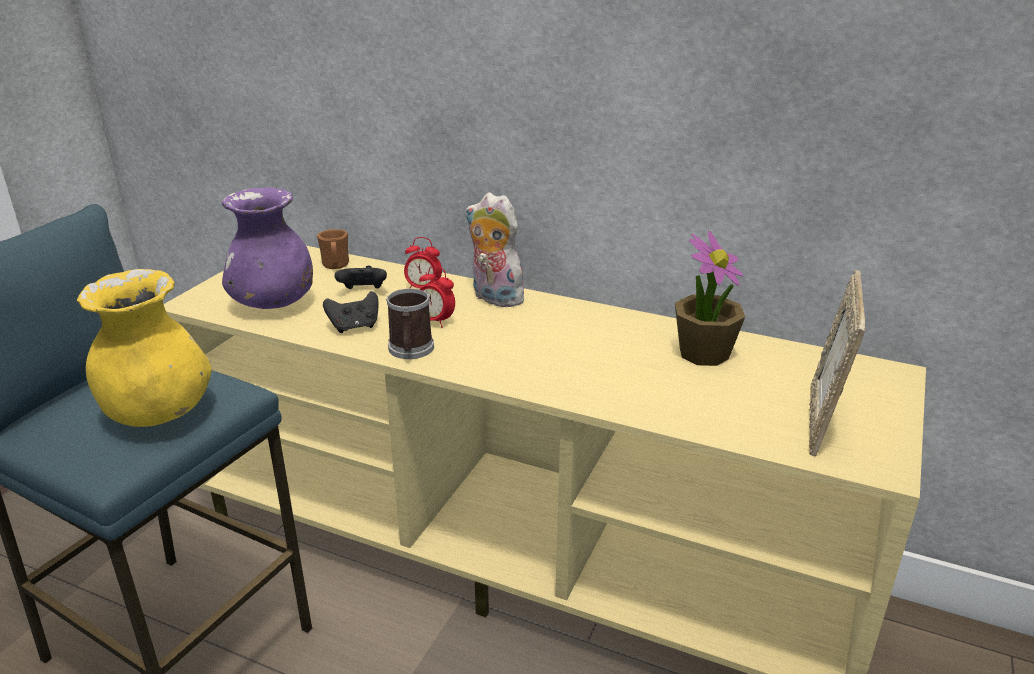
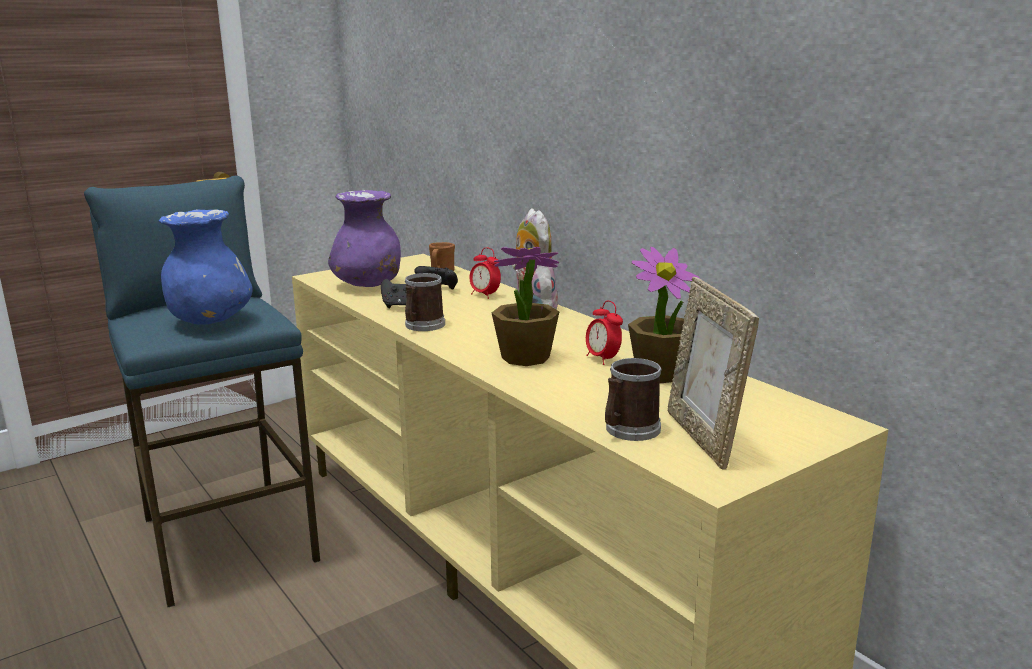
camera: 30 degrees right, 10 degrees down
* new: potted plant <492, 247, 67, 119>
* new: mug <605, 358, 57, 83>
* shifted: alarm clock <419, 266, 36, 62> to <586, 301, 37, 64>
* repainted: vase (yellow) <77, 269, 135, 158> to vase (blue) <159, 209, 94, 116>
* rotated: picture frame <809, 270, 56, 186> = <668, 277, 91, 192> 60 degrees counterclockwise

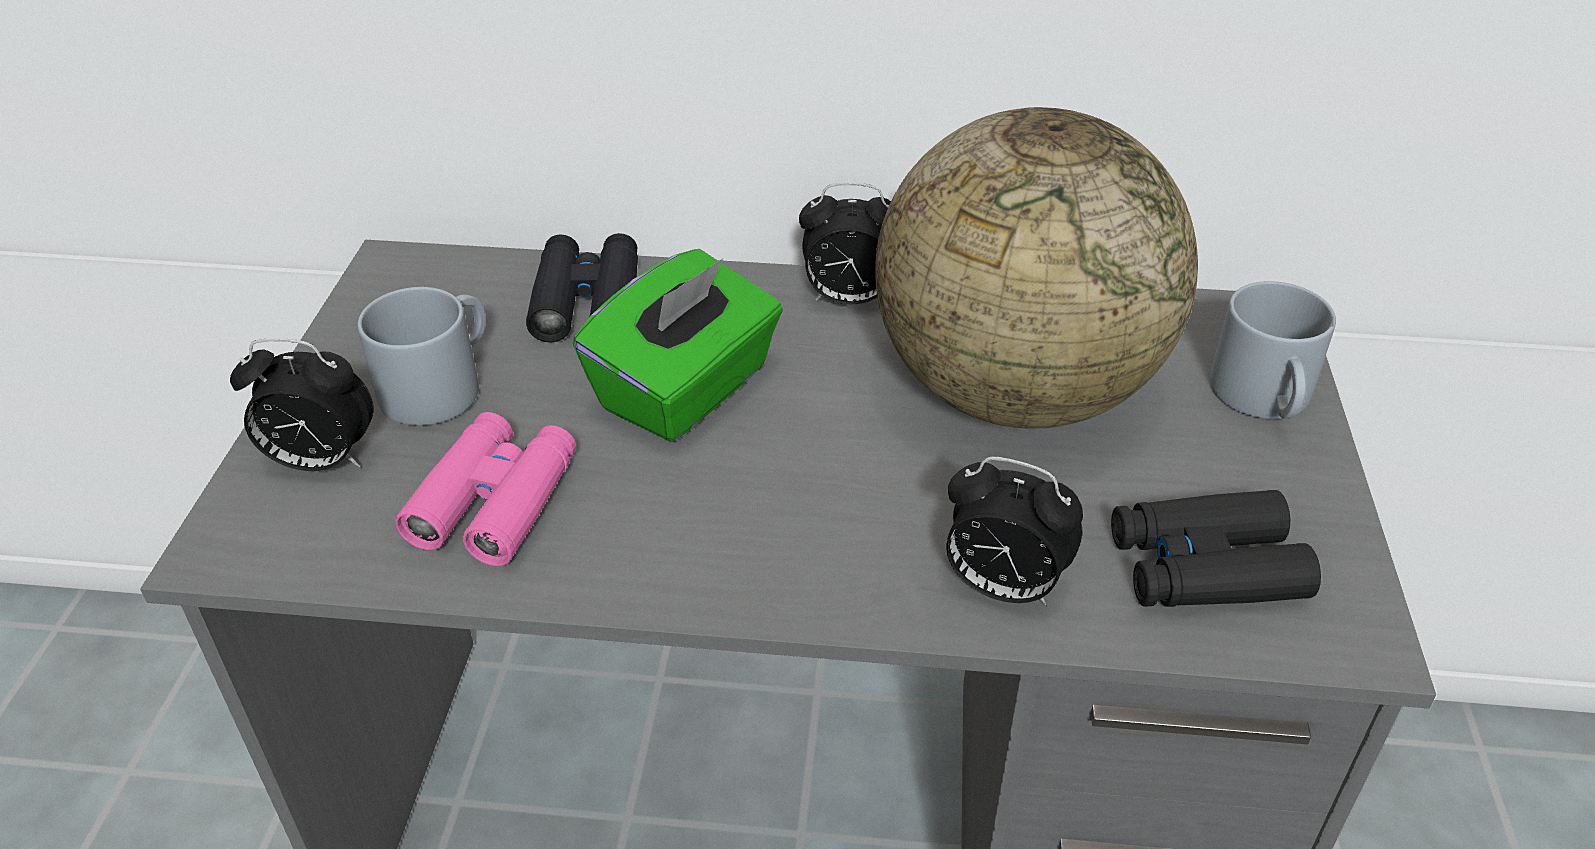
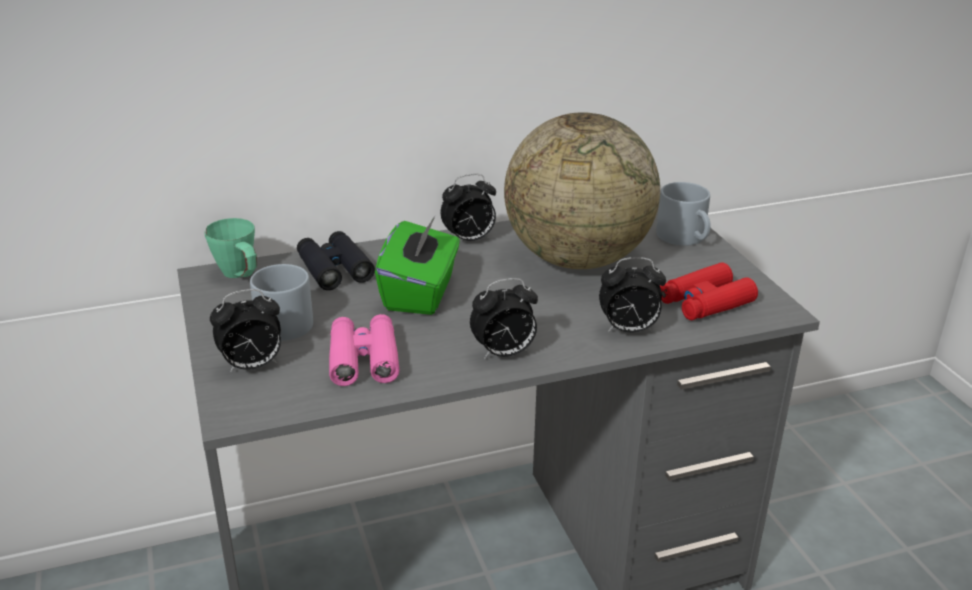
camera: 25 degrees left, 10 degrees down
* new: mug (green) <204, 218, 53, 60>
* new: alarm clock <470, 278, 68, 81>
* repainted: binoculars (black) <1111, 490, 210, 117> to binoculars (red) <660, 262, 98, 58>

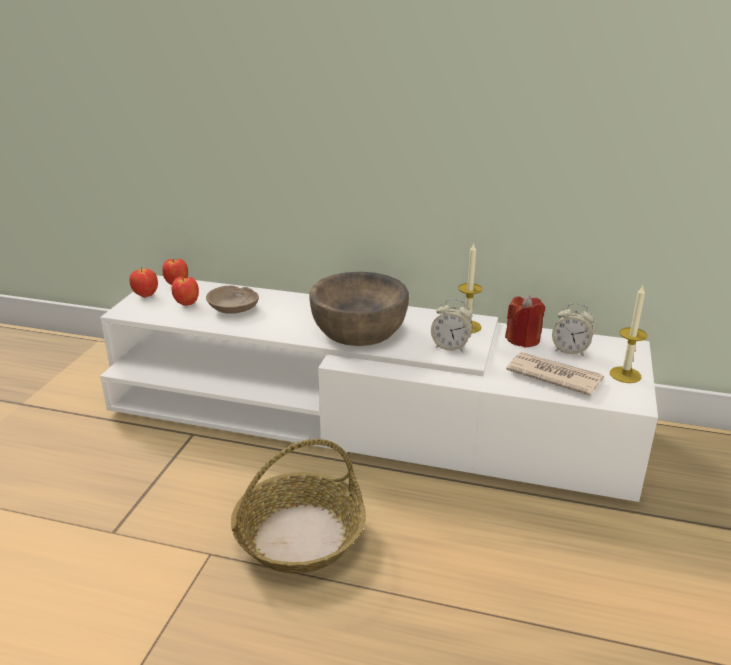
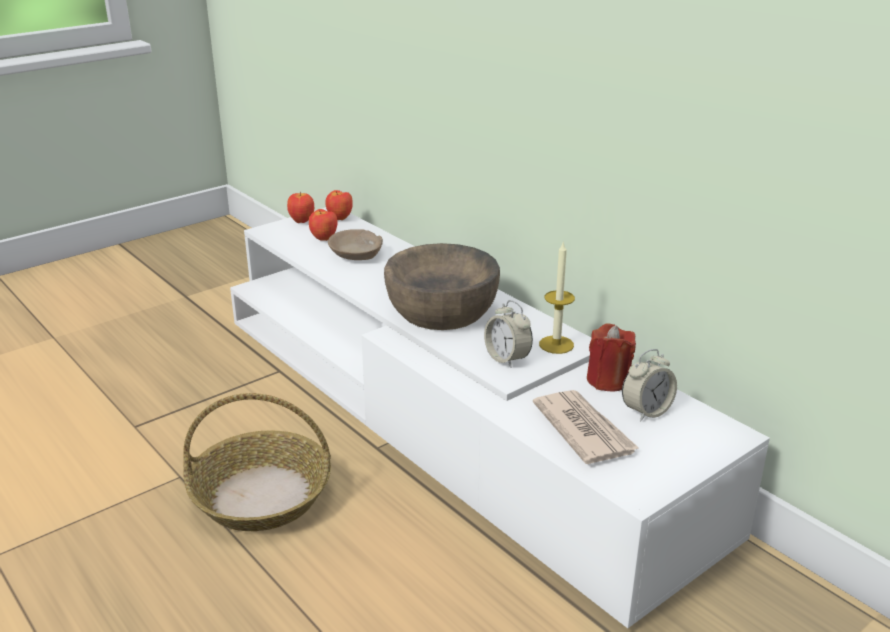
camera: 35 degrees right, 0 degrees up
* gone: candle <610, 286, 37, 97>
* rotated: alarm clock <552, 303, 43, 53> = <622, 349, 55, 72> 90 degrees counterclockwise

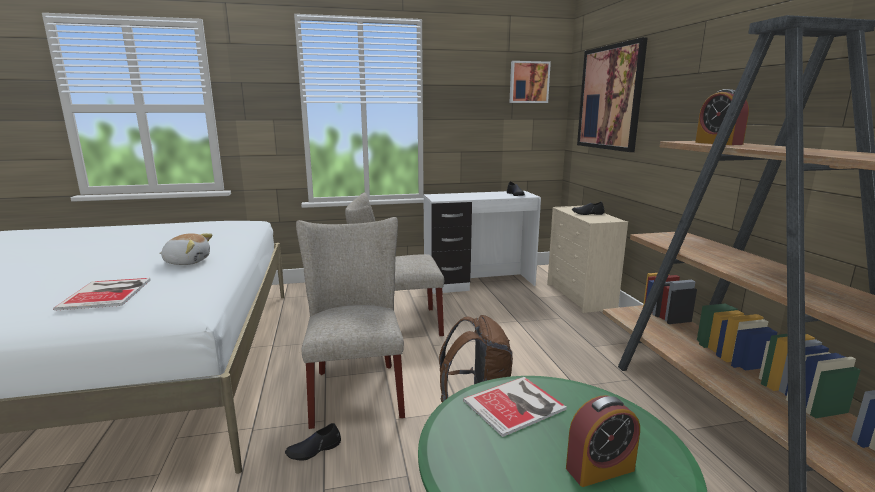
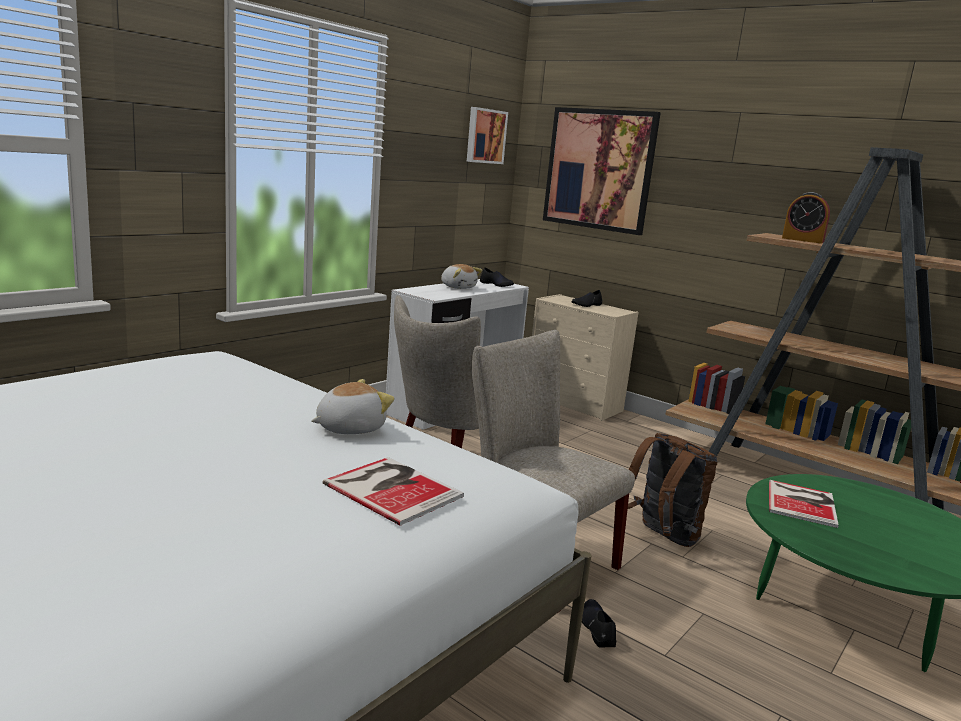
camera: 40 degrees left, 0 degrees up
* gone: alarm clock <566, 395, 74, 92>
* new: plush toy <441, 264, 41, 25>
* rotated: shoe (black) <285, 423, 56, 38> = <582, 599, 34, 49> 150 degrees clockwise

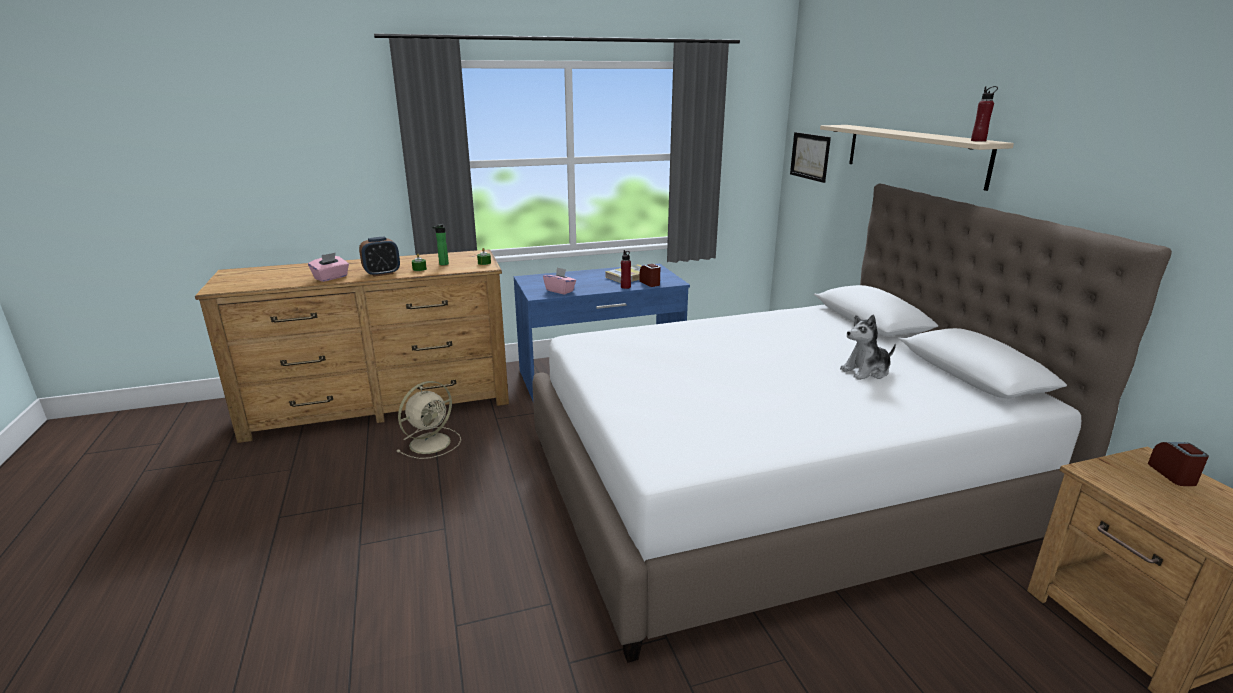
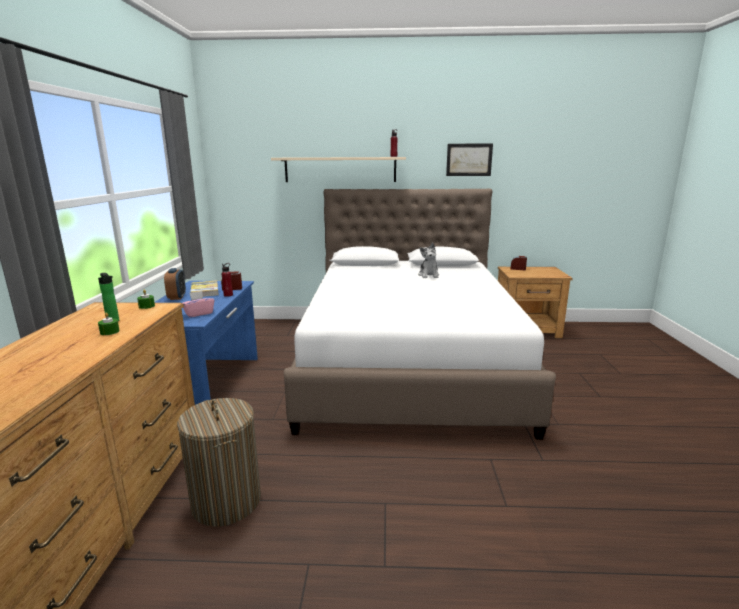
camera: 70 degrees left, 5 degrees down
* gone: tissue box (pink) <308, 252, 41, 30>
* shifted: alarm clock <359, 237, 41, 40> to <164, 268, 22, 32>
* shifted: picture <790, 132, 41, 51> to <446, 143, 47, 33>
* swapped: fan (beige) <396, 381, 65, 78> to laundry basket <177, 398, 84, 129>

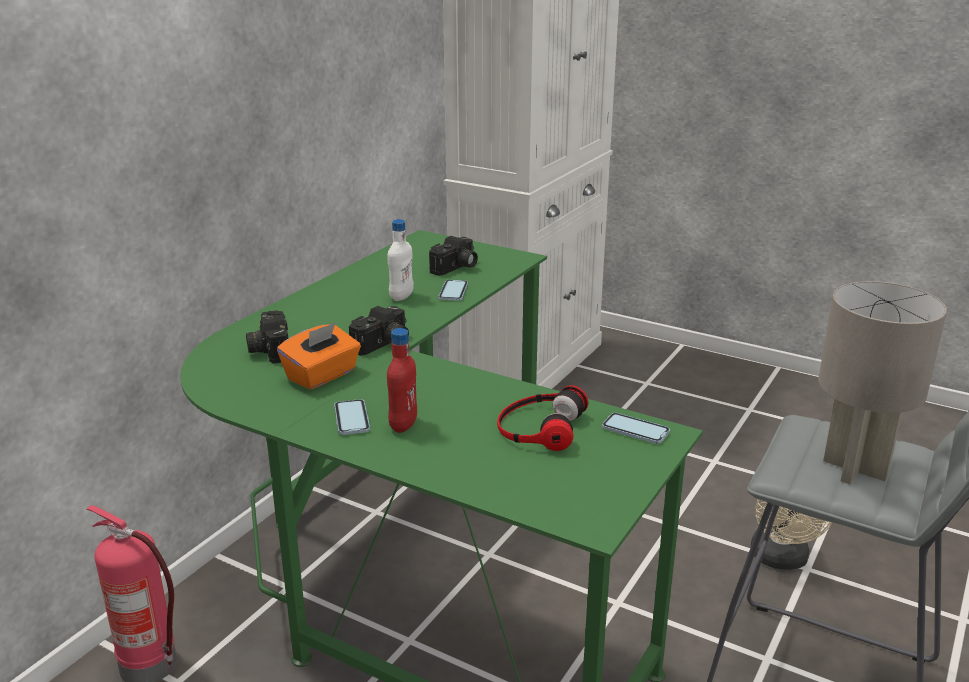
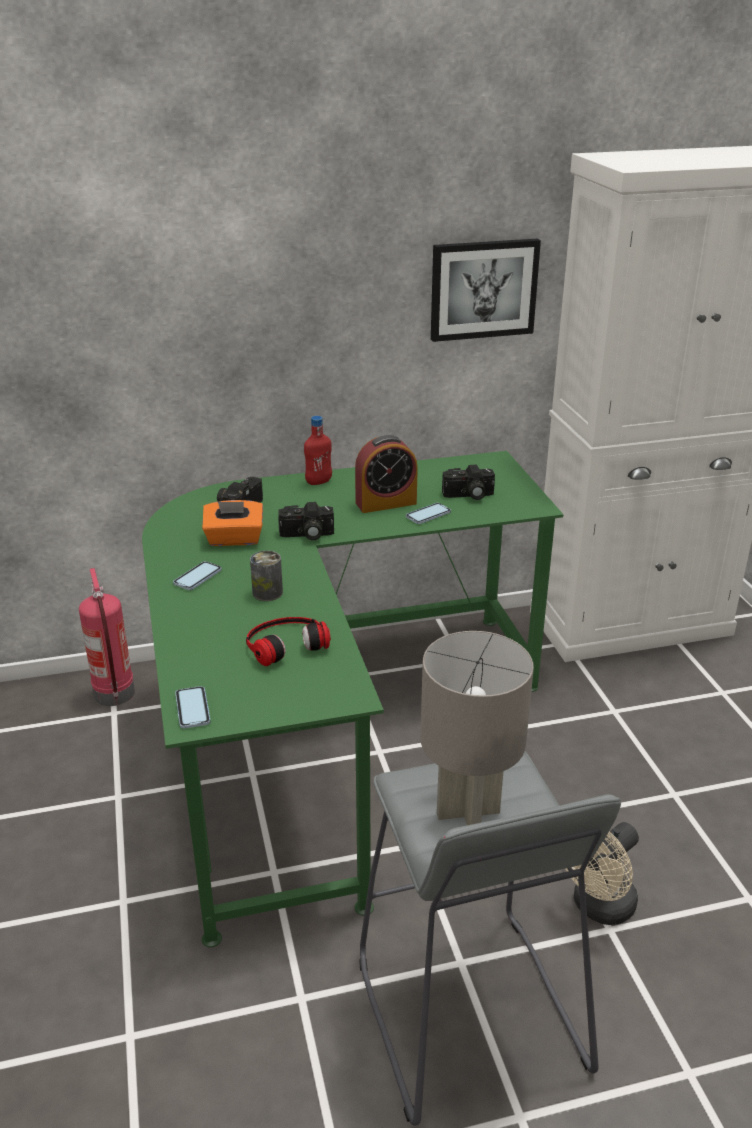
camera: 45 degrees right, 5 degrees up
* new: can <250, 551, 33, 50>
* new: picture <431, 239, 110, 103>
* shifted: bottle (red) <387, 328, 30, 105> to <304, 416, 28, 69>
* shifted: phone <602, 413, 68, 31> to <175, 686, 36, 43>
* swapped: bottle (white) <387, 219, 27, 82> to alarm clock <355, 435, 63, 78>

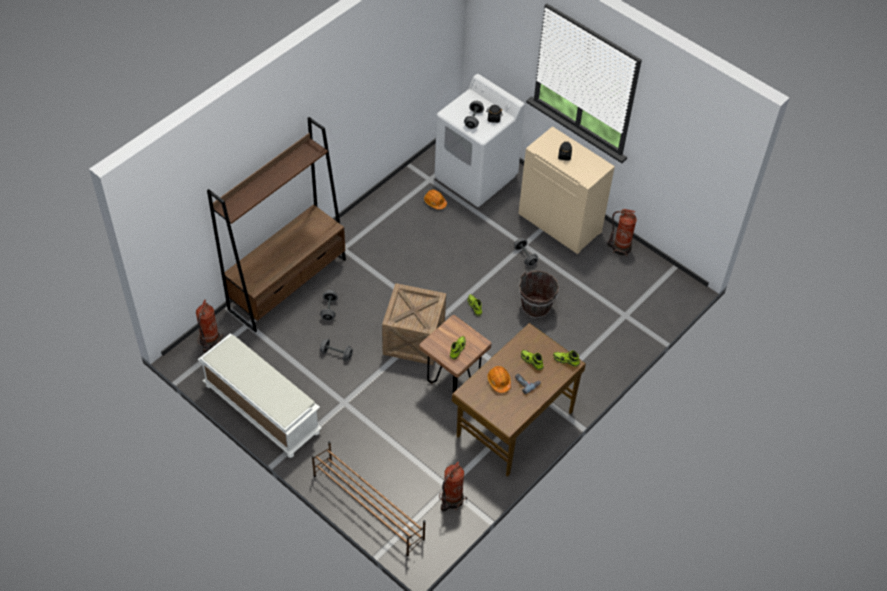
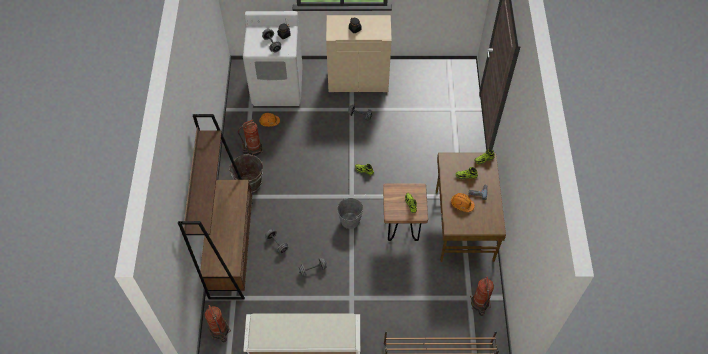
camera: 40 degrees left, 5 degrees up
* shifted: bucket (brown) <519, 270, 40, 49> to <229, 154, 34, 39>
* shifted: fire extinguisher <607, 209, 30, 48> to <238, 119, 25, 37>
* swapped: crate <382, 283, 64, 82> to bucket (grey) <337, 198, 26, 31>

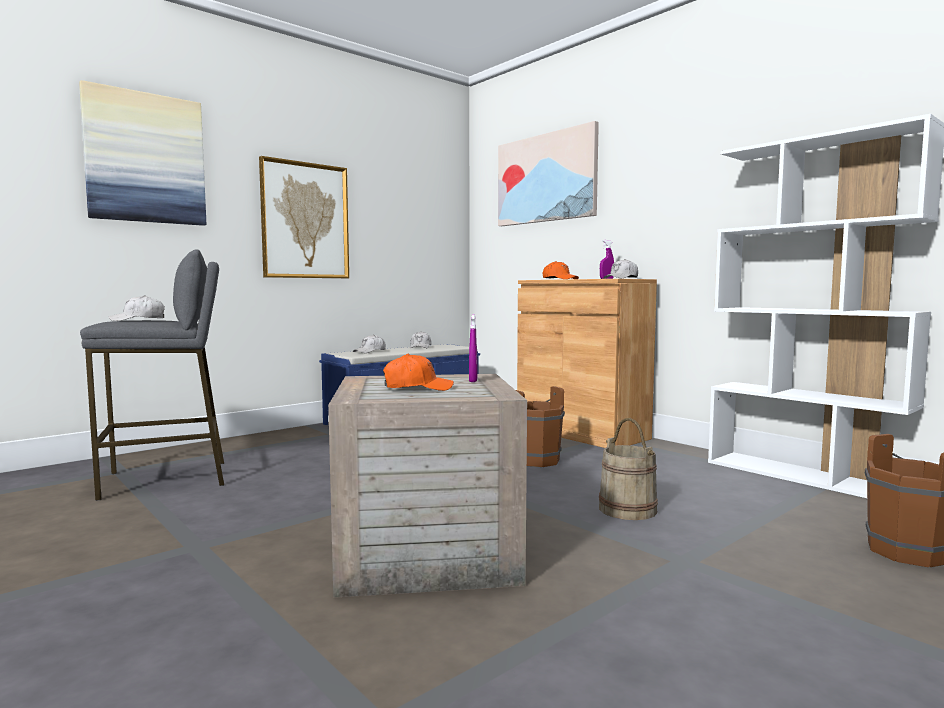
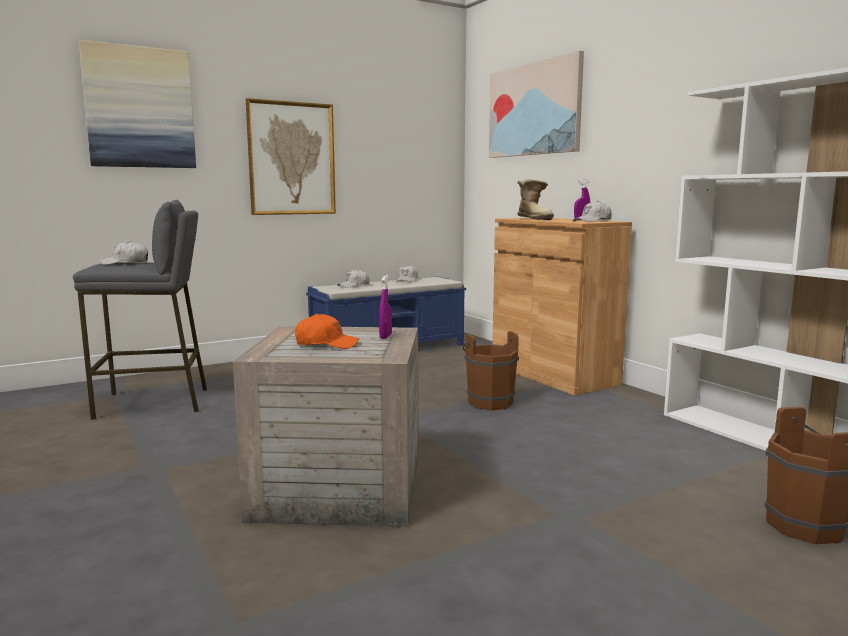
camera: 10 degrees right, 5 degrees up
* gone: bucket (beige) <599, 418, 59, 102>
* swapped: cap (orange) <543, 261, 36, 18> to boot <517, 179, 37, 41>

